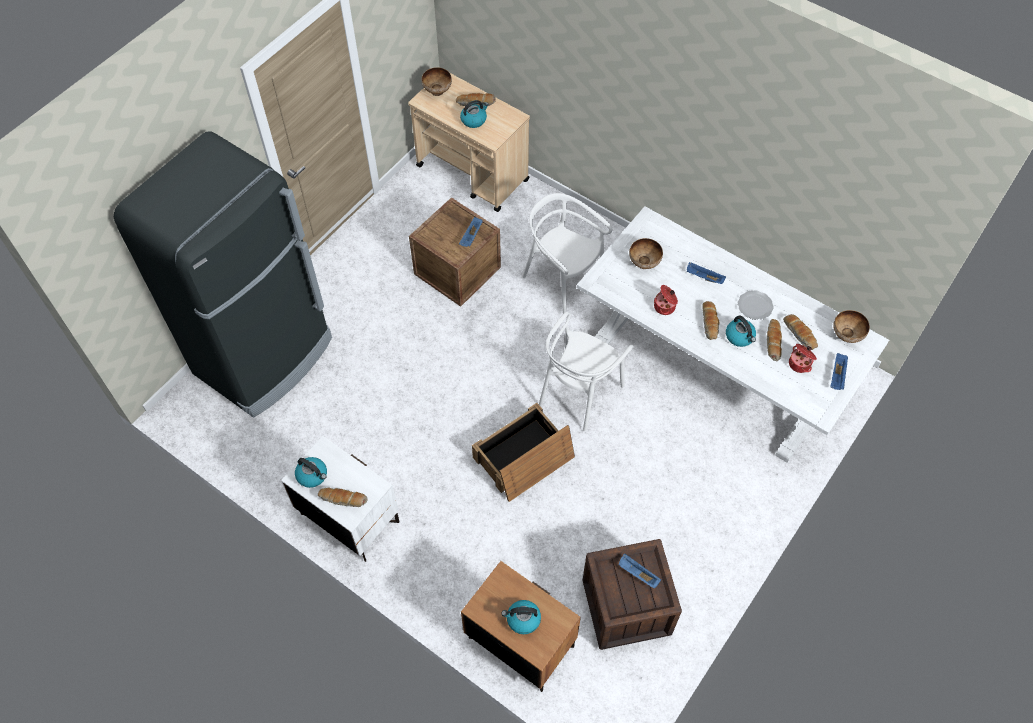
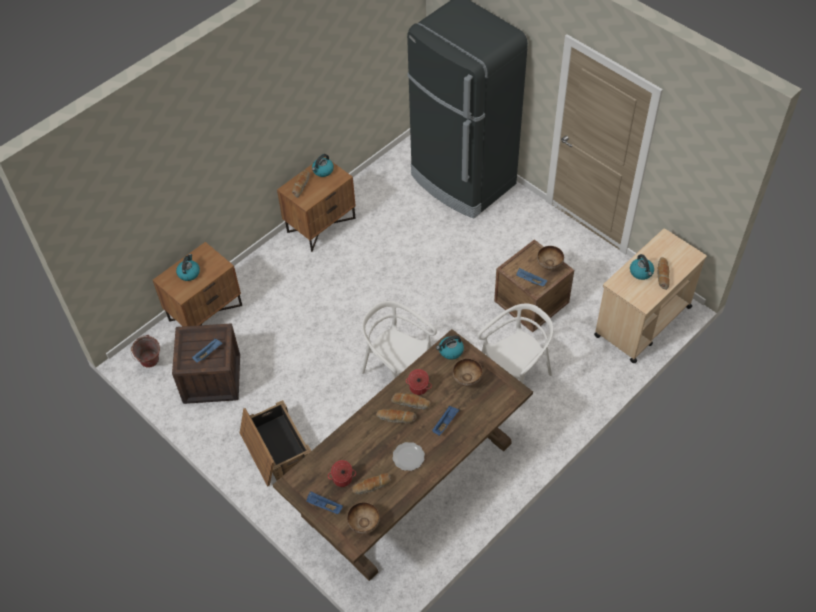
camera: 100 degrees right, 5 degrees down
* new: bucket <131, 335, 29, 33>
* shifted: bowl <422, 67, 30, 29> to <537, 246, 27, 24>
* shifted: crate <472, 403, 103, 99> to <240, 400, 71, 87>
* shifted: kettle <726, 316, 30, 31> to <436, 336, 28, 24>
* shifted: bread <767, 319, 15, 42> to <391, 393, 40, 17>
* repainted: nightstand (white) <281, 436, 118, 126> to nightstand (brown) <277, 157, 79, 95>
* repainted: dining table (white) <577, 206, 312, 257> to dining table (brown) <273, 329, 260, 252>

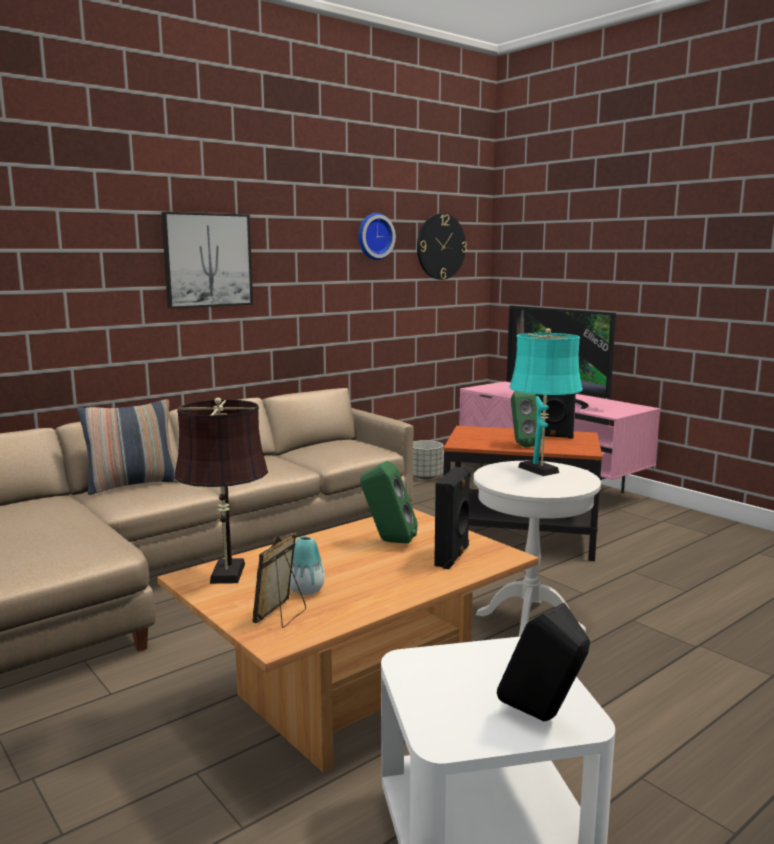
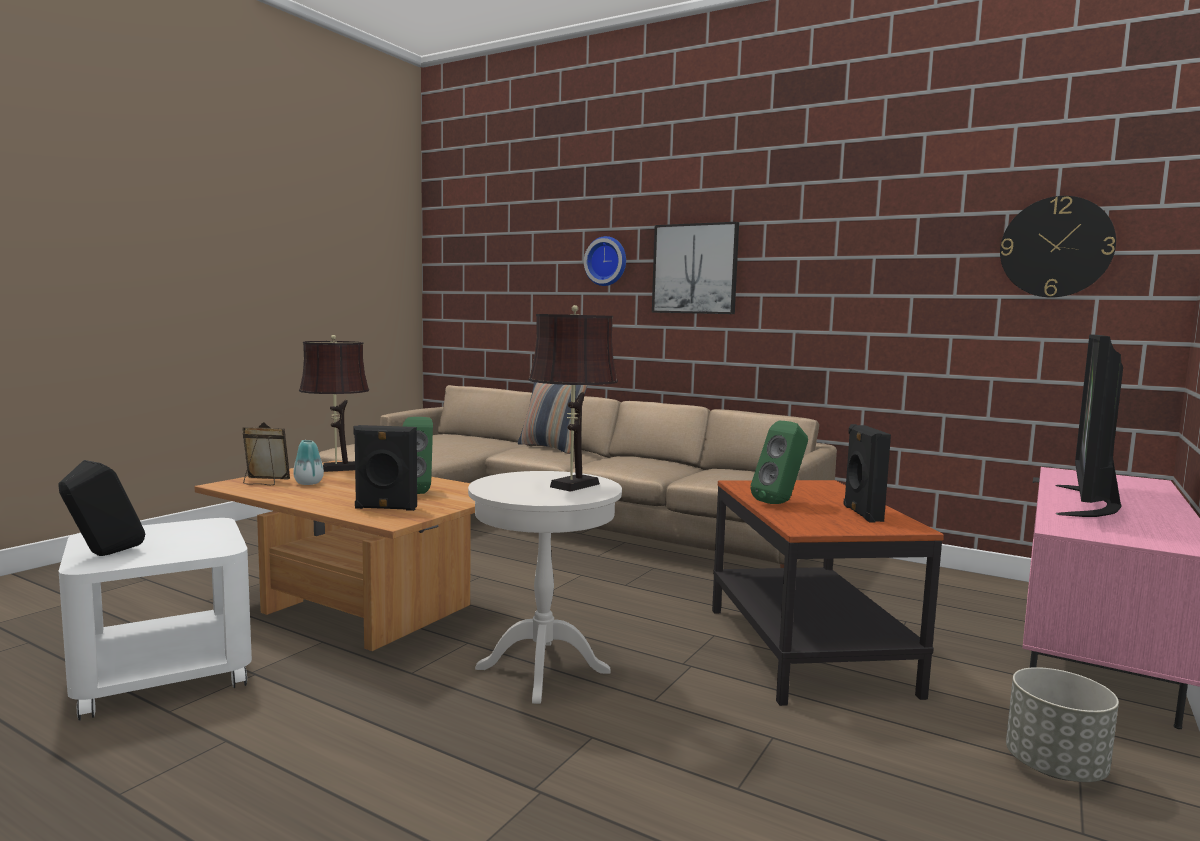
camera: 70 degrees right, 5 degrees down
* shifted: wall clock <358, 213, 38, 47> to <584, 236, 42, 50>
* shifted: planter (grey) <413, 440, 30, 39> to <1006, 667, 113, 115>
* repainted: table lamp (turquoise) <509, 328, 74, 148> to table lamp (brown) <528, 305, 90, 187>

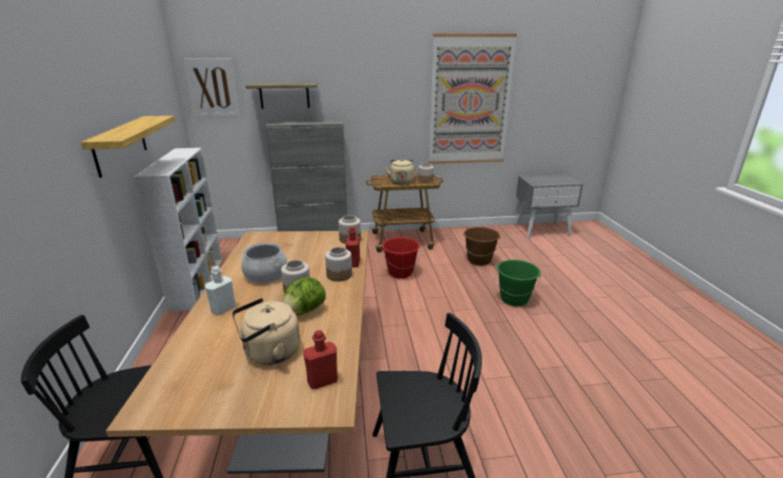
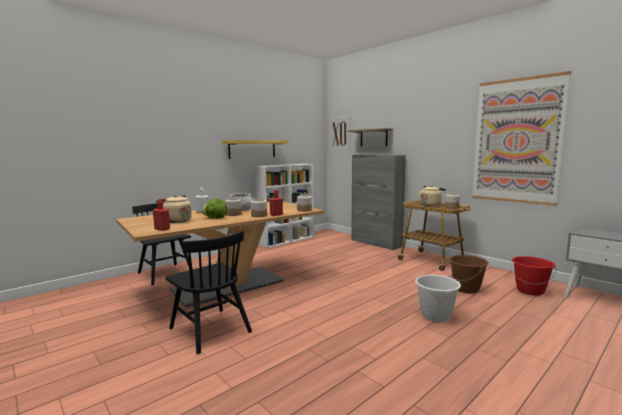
camera: 55 degrees right, 15 degrees down
* shifted: bucket (red) <382, 237, 38, 42> to <511, 256, 45, 40>
* repainted: bucket (green) <495, 260, 46, 46> to bucket (white) <415, 275, 46, 47>

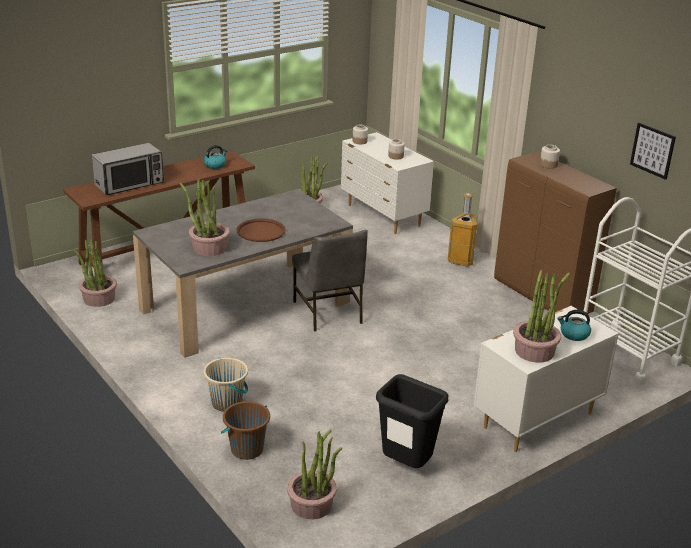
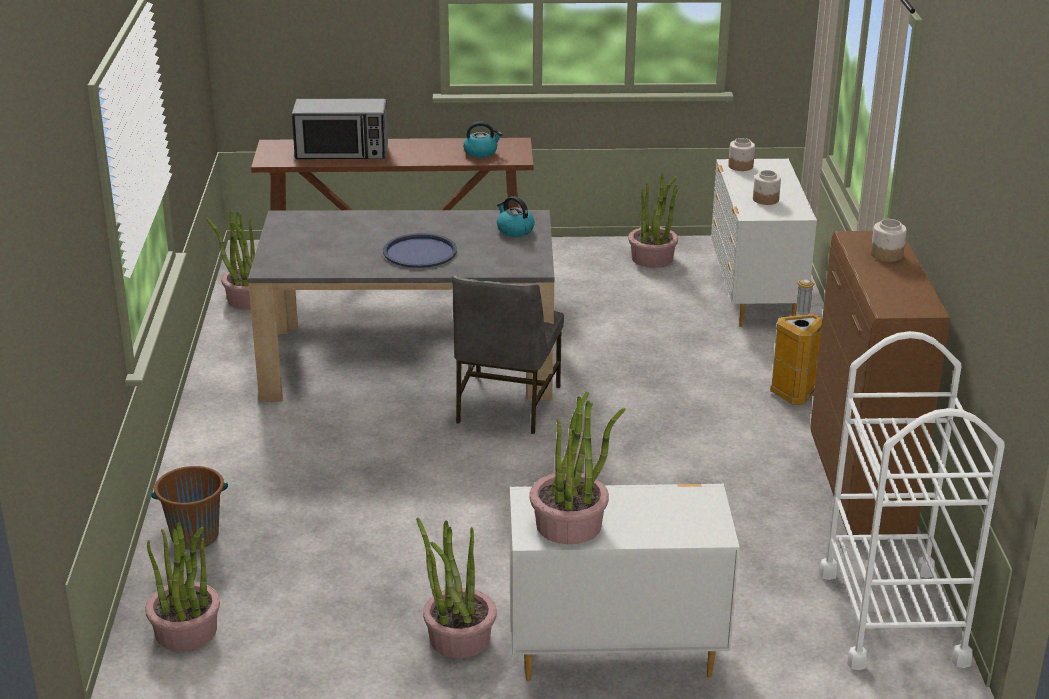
camera: 35 degrees right, 0 degrees up
* gone: bucket (beige) <204, 358, 44, 54>
* gone: trash can (black) <376, 374, 72, 94>
* gone: picture <630, 123, 46, 57>
* shifted: potted plant <180, 178, 50, 78> to <416, 518, 81, 140>
* shifted: kettle <557, 310, 34, 31> to <497, 196, 38, 41>
* repainted: tray (brown) <237, 219, 49, 23> to tray (blue) <383, 233, 74, 35>

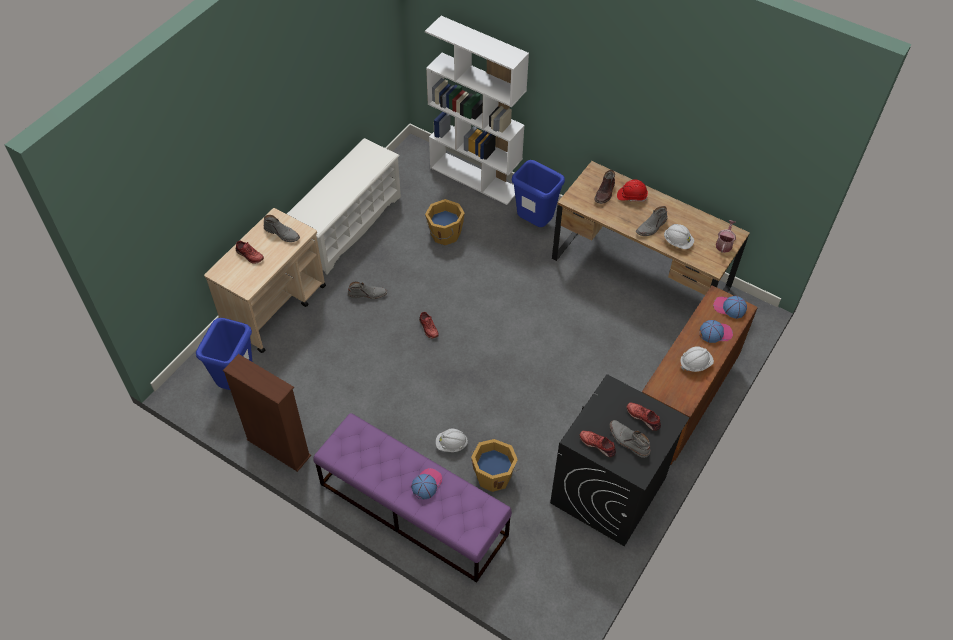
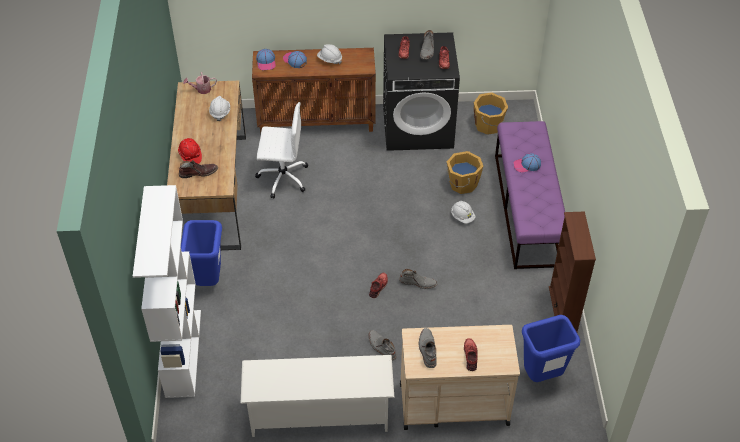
camera: 125 degrees left, 5 degrees down
* new: office chair (white) <255, 102, 53, 97>
* shifted: bucket (orange) <425, 199, 40, 46> to <474, 92, 34, 43>
* shifted: boot (grey) <636, 206, 32, 30> to <399, 269, 38, 20>

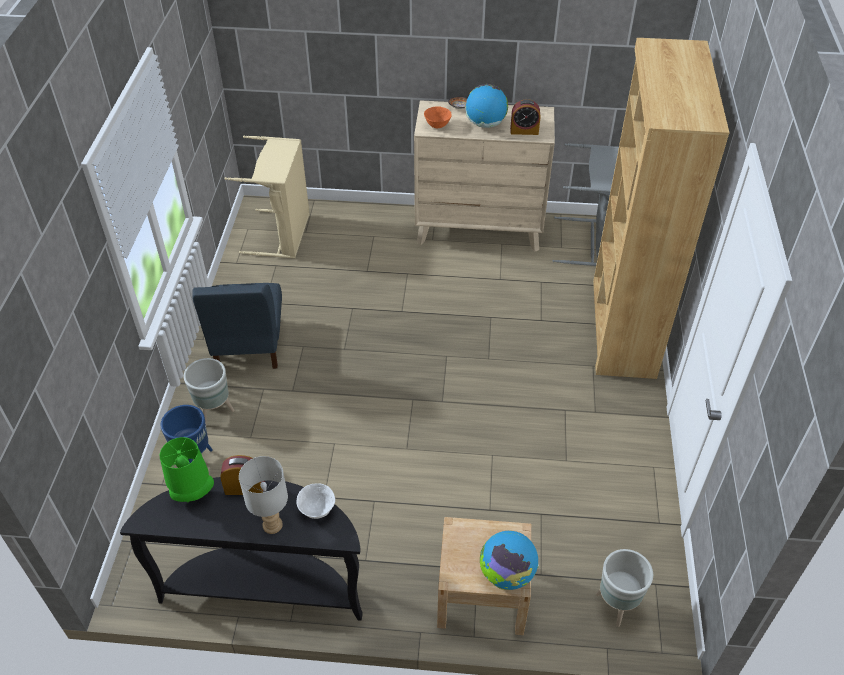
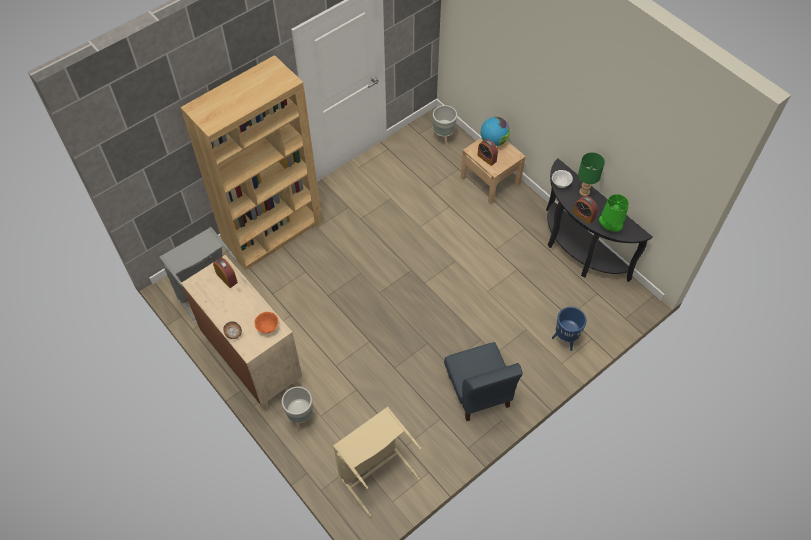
camera: 135 degrees left, 10 degrees up
* gone: globe <465, 84, 43, 44>
* new: alarm clock <477, 139, 21, 27>
* shifted: planter (grey) <184, 358, 50, 67> to <282, 386, 33, 46>
* repainted: table lamp (grey) <239, 456, 49, 78> to table lamp (green) <578, 152, 27, 44>
* rotated: chair (blue) <192, 283, 90, 86> = <444, 342, 79, 79> 120 degrees clockwise

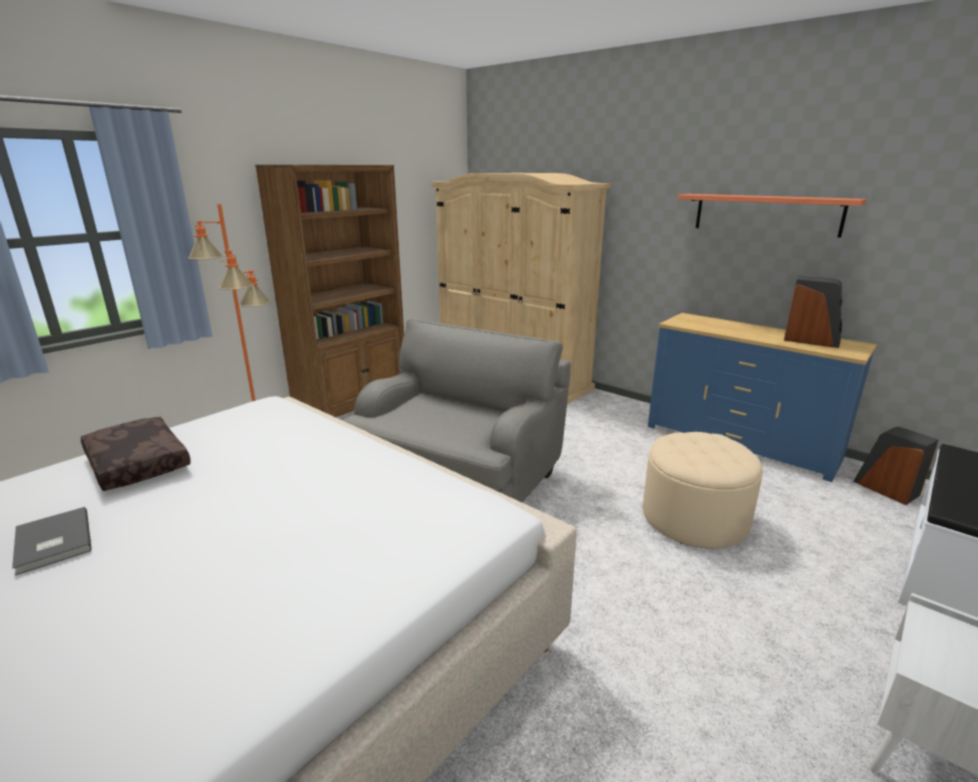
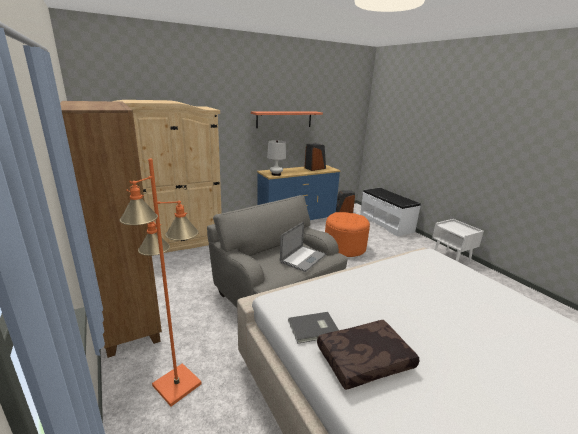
camera: 70 degrees left, 0 degrees up
* new: table lamp (white) <267, 140, 19, 36>
* new: laptop <280, 222, 46, 50>
* shifted: book (grey) <12, 507, 79, 69> to <288, 312, 51, 32>
* repainted: ottoman (beige) <643, 432, 120, 117> to ottoman (orange) <325, 212, 45, 45>

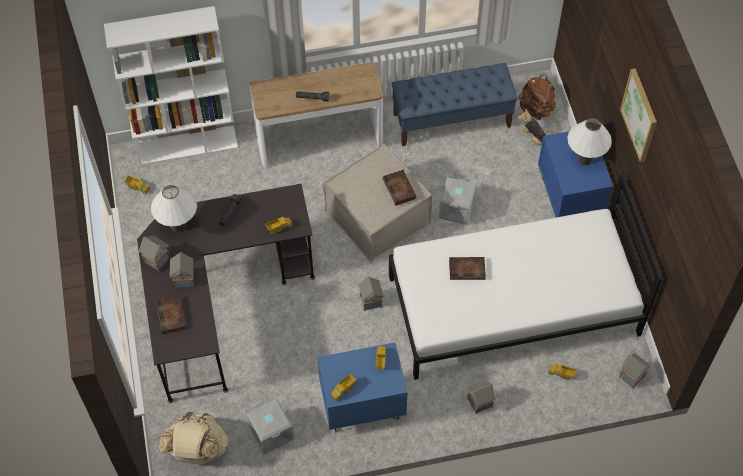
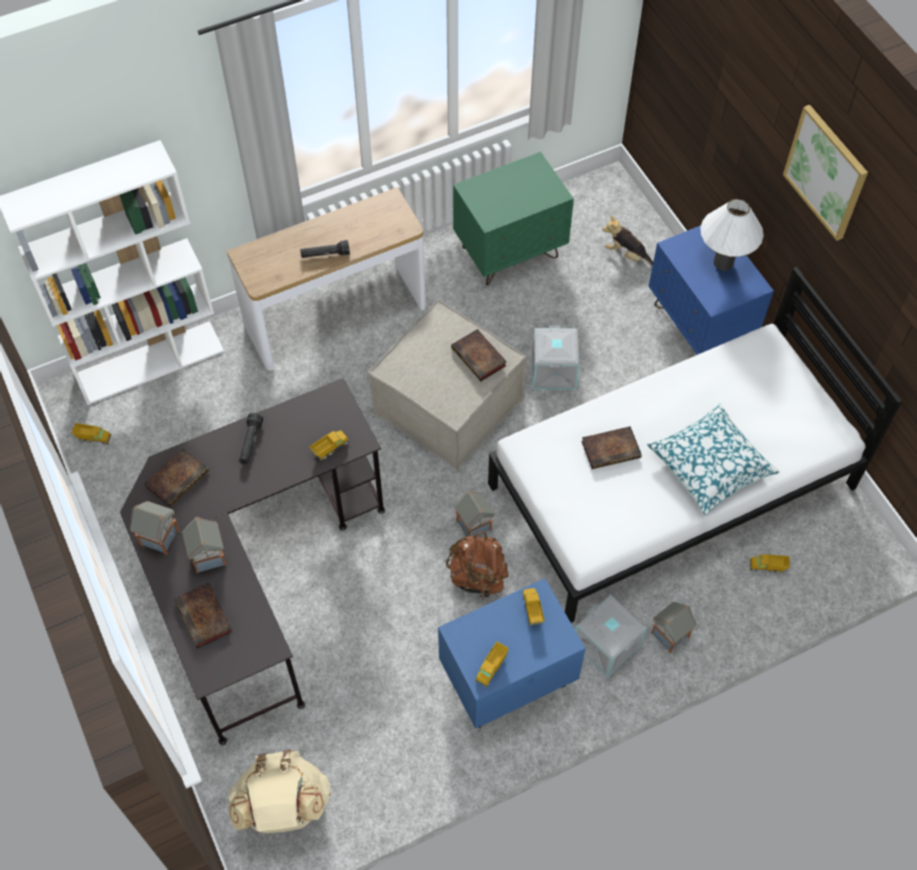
camera: 15 degrees left, 0 degrees up
* gone: toy house <619, 354, 32, 35>
* new: pillow <647, 403, 132, 113>
* shifted: storage box (grey) <247, 399, 47, 55> to <575, 594, 72, 84>
* shifted: backpack (brown) <519, 75, 37, 45> to <445, 531, 64, 69>
* swapped: table lamp (white) <151, 185, 46, 47> to book <144, 448, 65, 59>
* swapped: bench (blue) <392, 63, 126, 83> to nightstand (green) <453, 152, 121, 133>

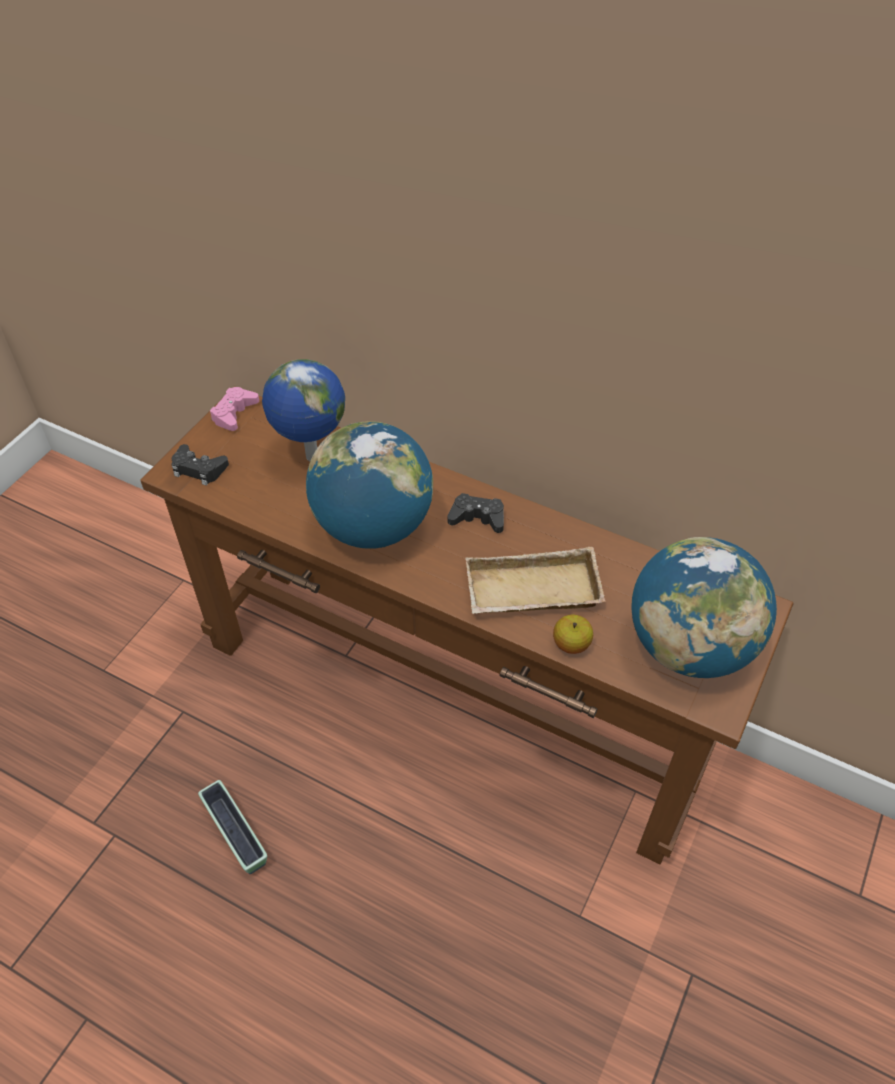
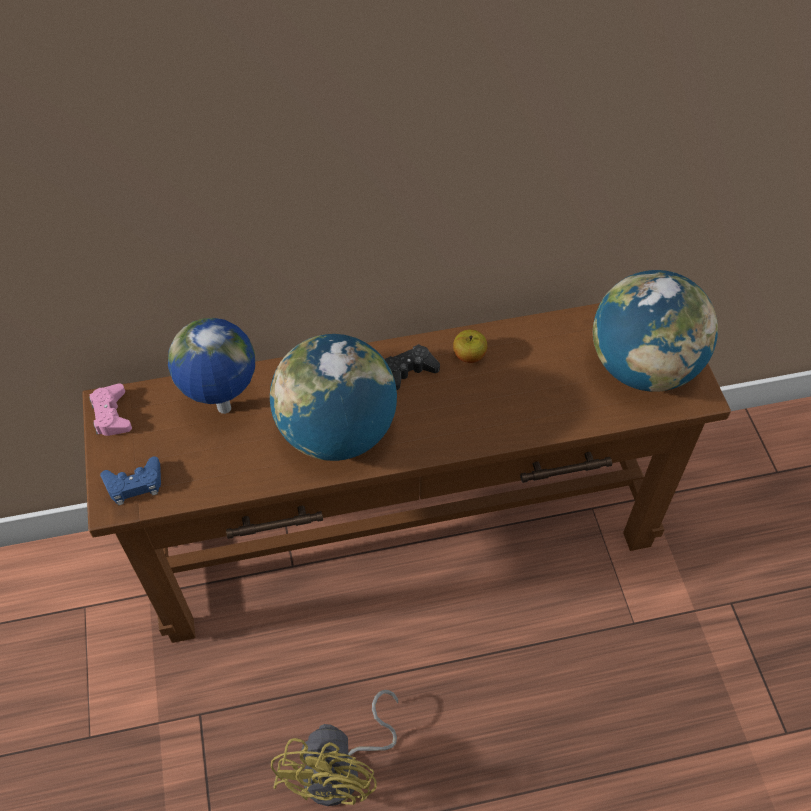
camera: 40 degrees left, 5 degrees up
* gone: tray (beige) <465, 547, 141, 67>
* shifted: apple <553, 615, 40, 39> to <453, 329, 34, 34>
* swapped: planter <198, 780, 69, 94> to fan (yellow) <271, 690, 127, 116>
* repainted: game controller (black) <171, 444, 58, 42> to game controller (blue) <100, 457, 61, 49>

